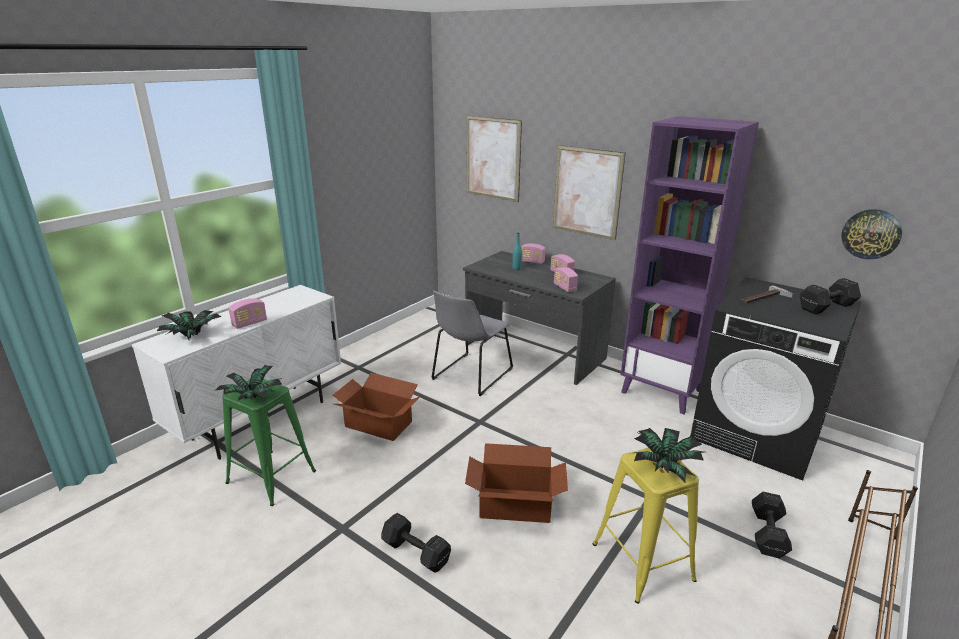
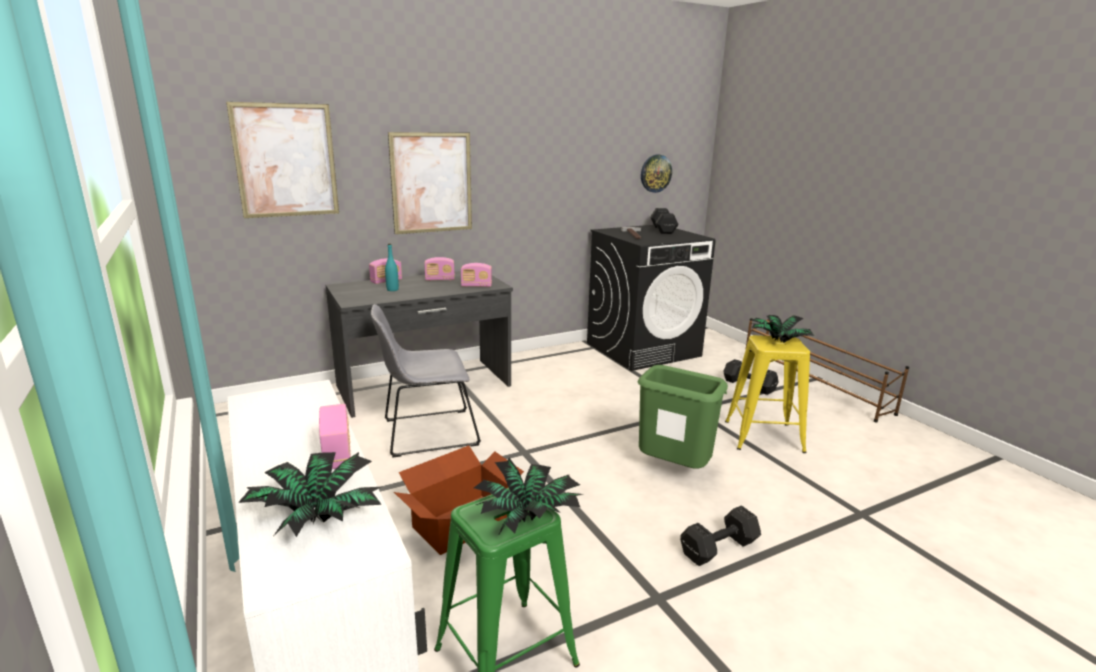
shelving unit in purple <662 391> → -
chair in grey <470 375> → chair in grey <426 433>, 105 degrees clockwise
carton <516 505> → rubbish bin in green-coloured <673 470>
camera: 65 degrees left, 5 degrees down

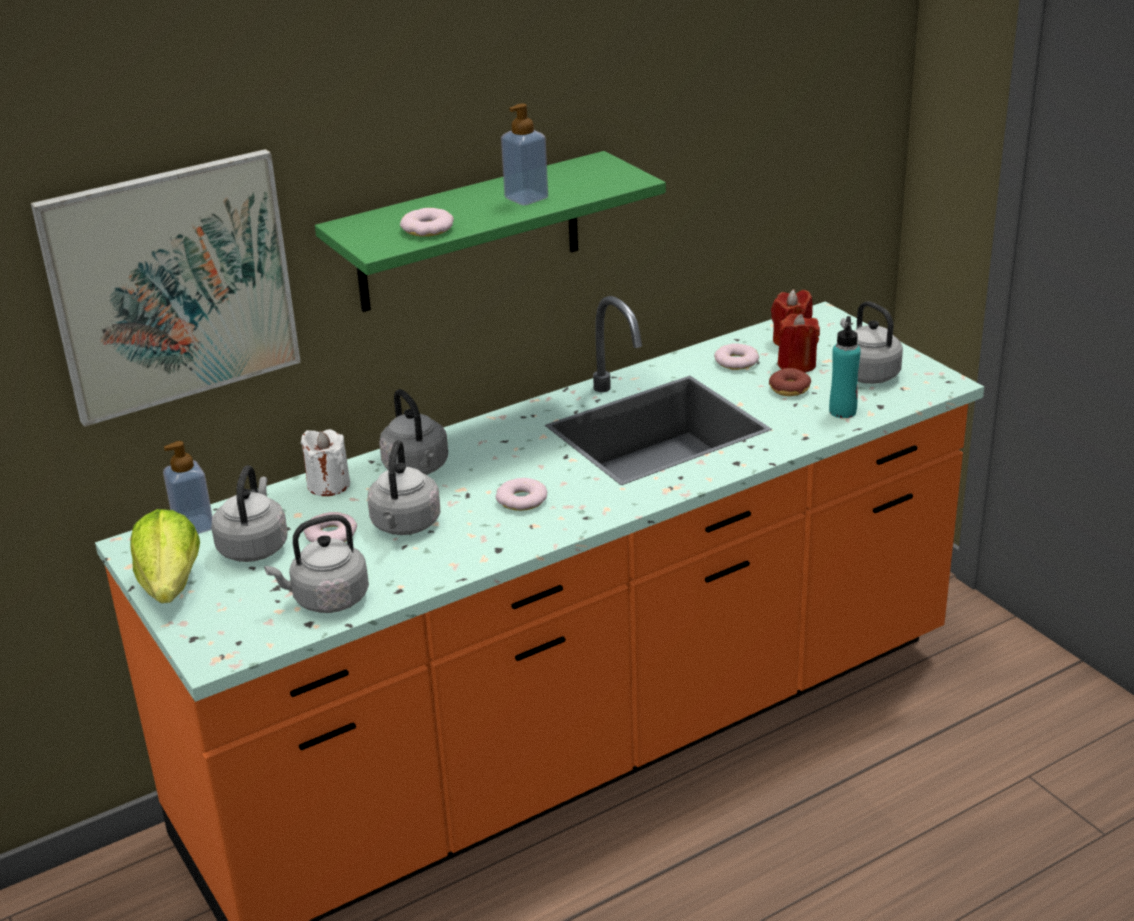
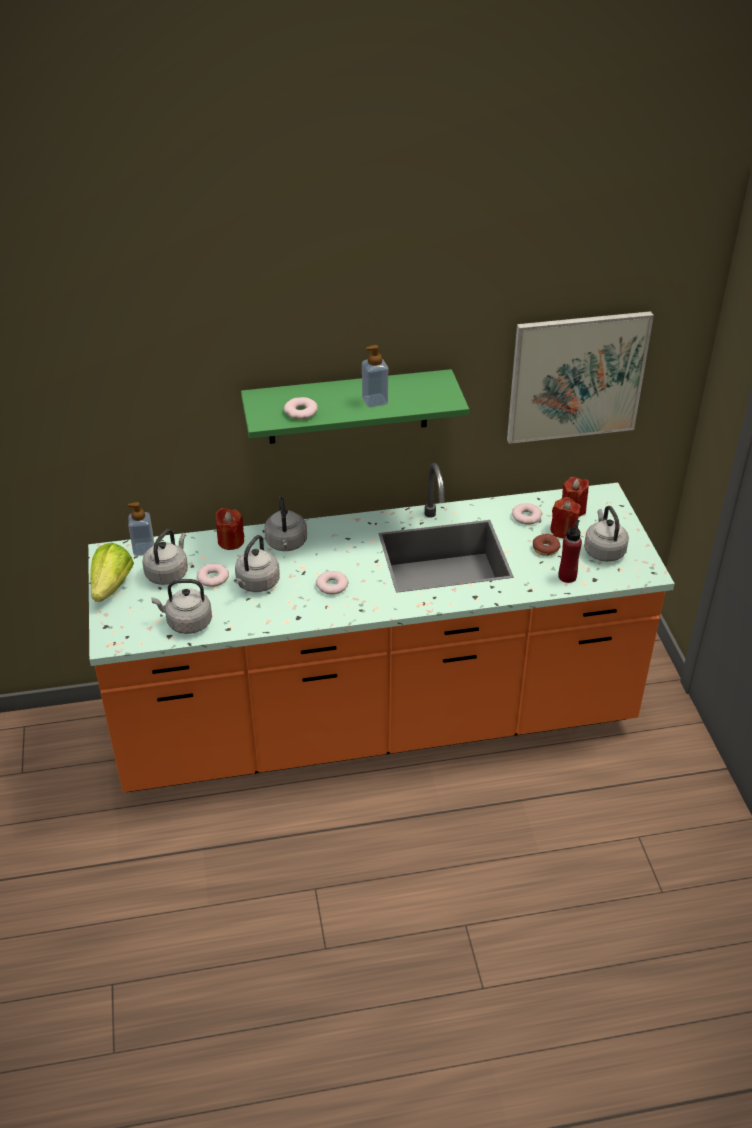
wall art <172 285> → wall art <576 377>, moved
beverage bottle in turquoise <842 411> → beverage bottle in red-coloured <567 576>
wax light in white <328 485> → wax light in red-coloured <231 541>
camera: 20 degrees right, 10 degrees up

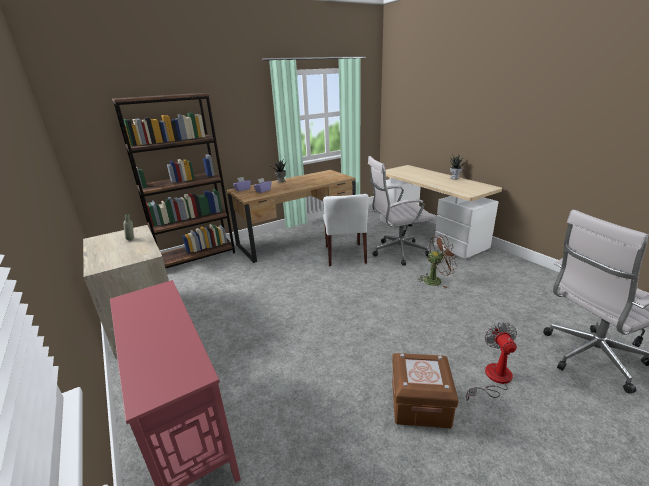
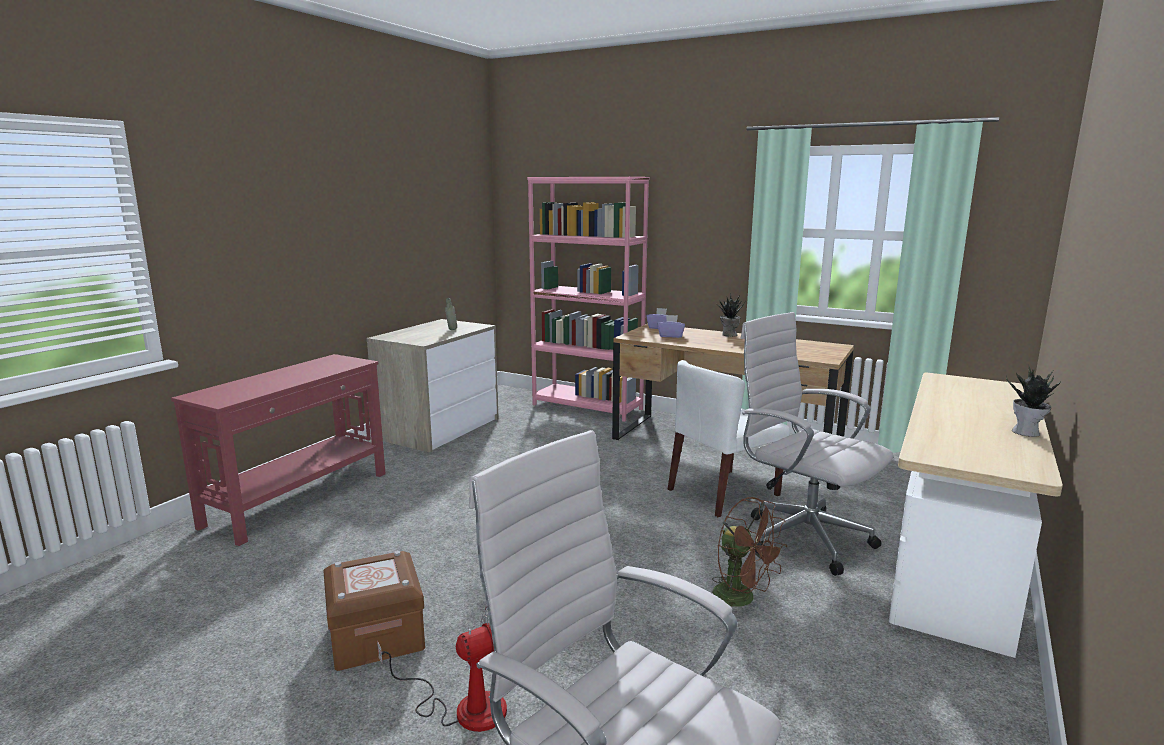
shelving unit in brown-coloured <197 257> → shelving unit in pink-coloured <587 407>
camera: 60 degrees right, 10 degrees down

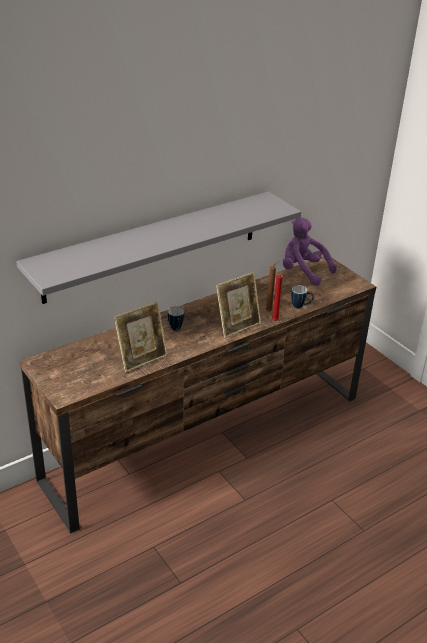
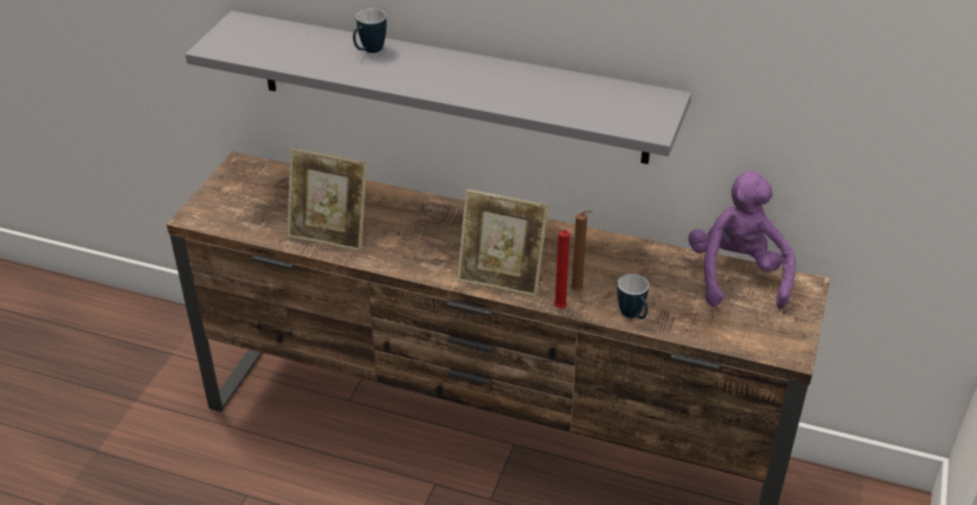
coffee mug <176 330> → coffee mug <369 51>, moved
camera: 55 degrees right, 5 degrees up

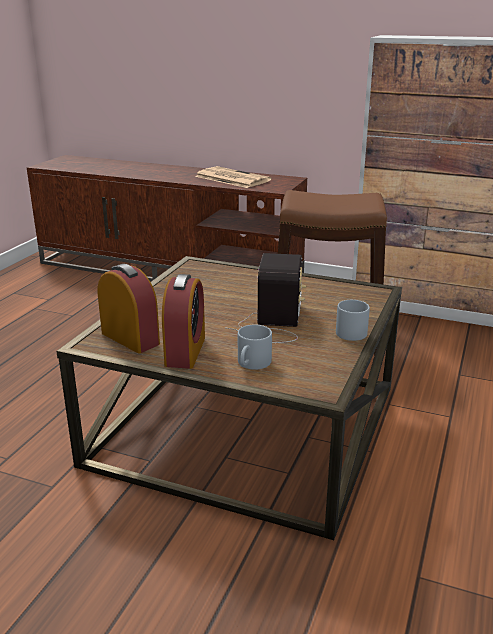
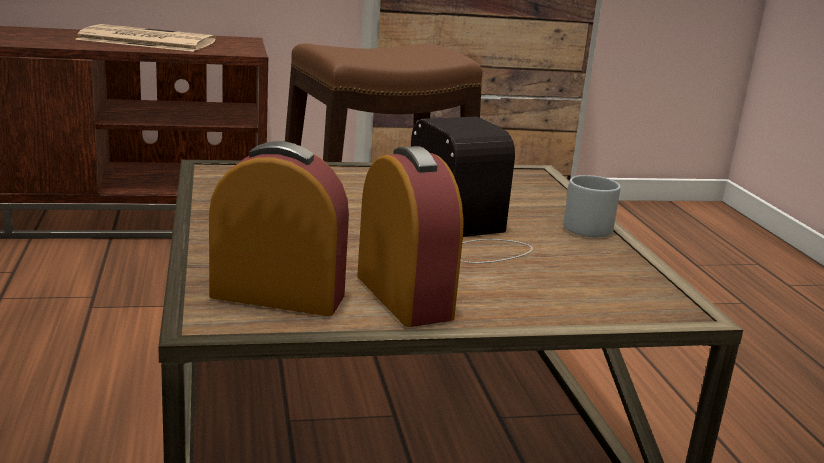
coffee mug in grey <252 364> → -
camera: 35 degrees left, 5 degrees down

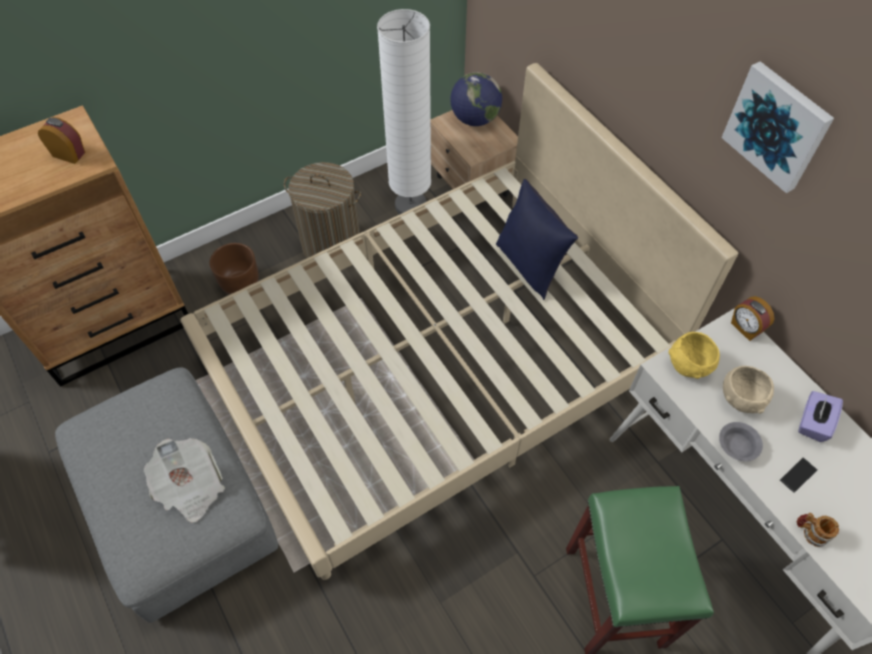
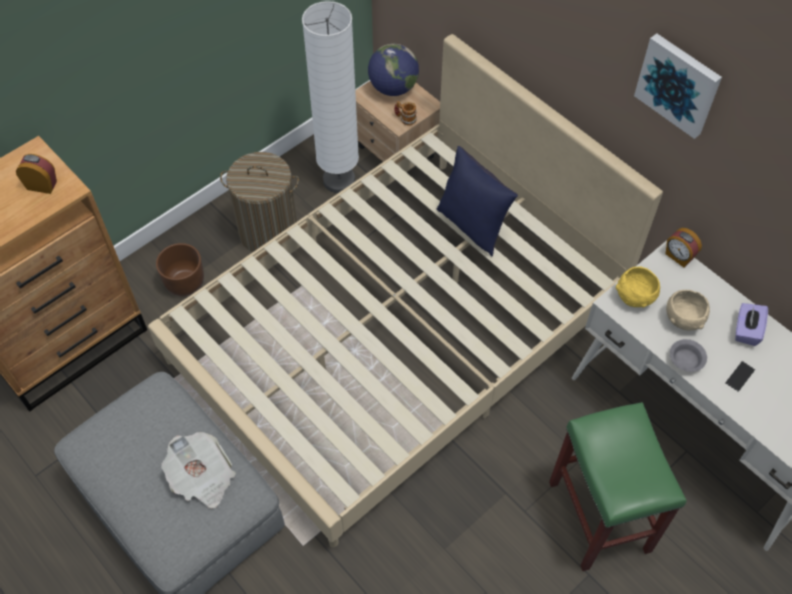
coffee mug <810 532> → coffee mug <405 119>, moved
camera: 10 degrees left, 0 degrees up

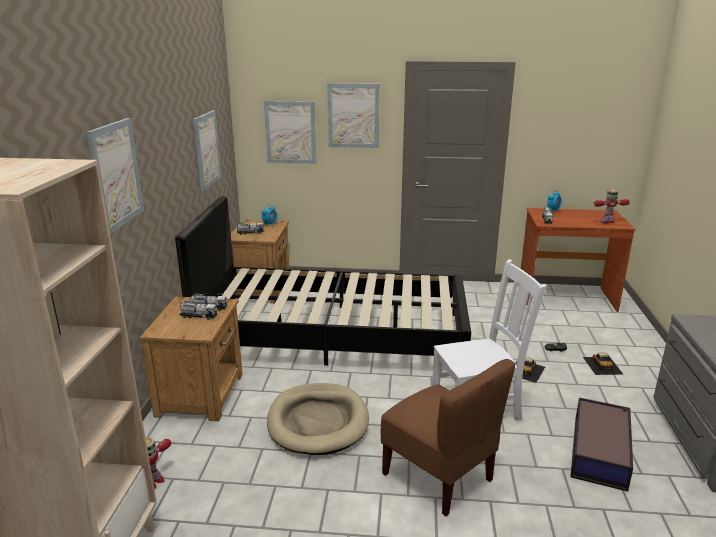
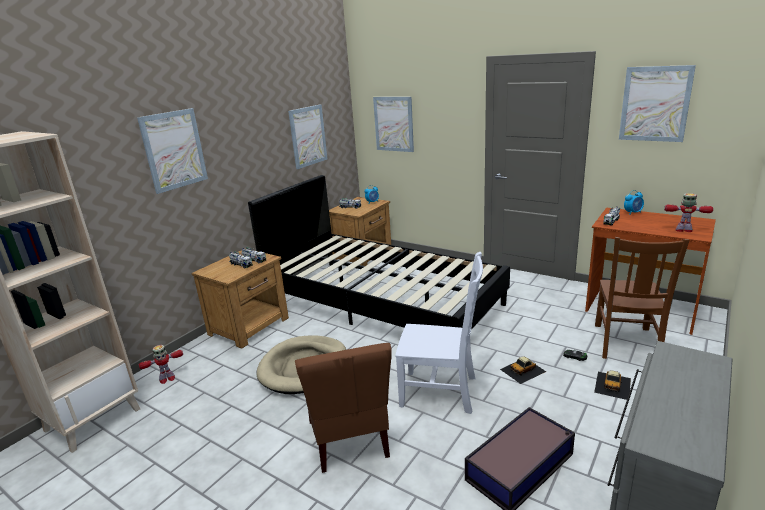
wall art <353 115> → wall art <655 104>, moved
- → chair in brown-coloured <626 344>
camera: 30 degrees right, 0 degrees up

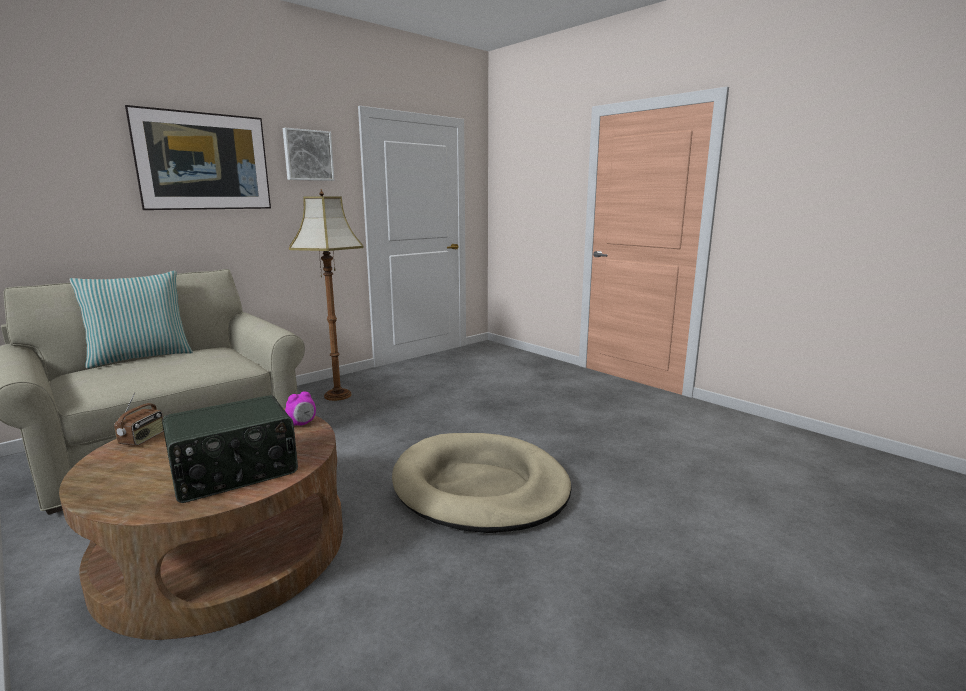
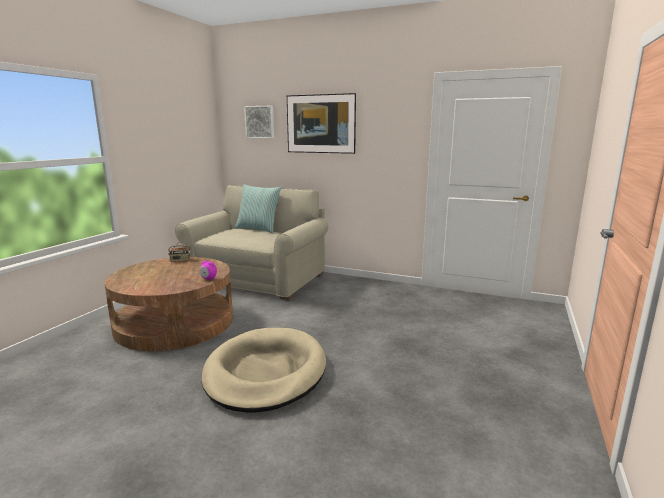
wall art <308 155> → wall art <260 122>, moved
floor lamp <339 395> → -
radio set <235 472> → -
camera: 65 degrees right, 0 degrees up

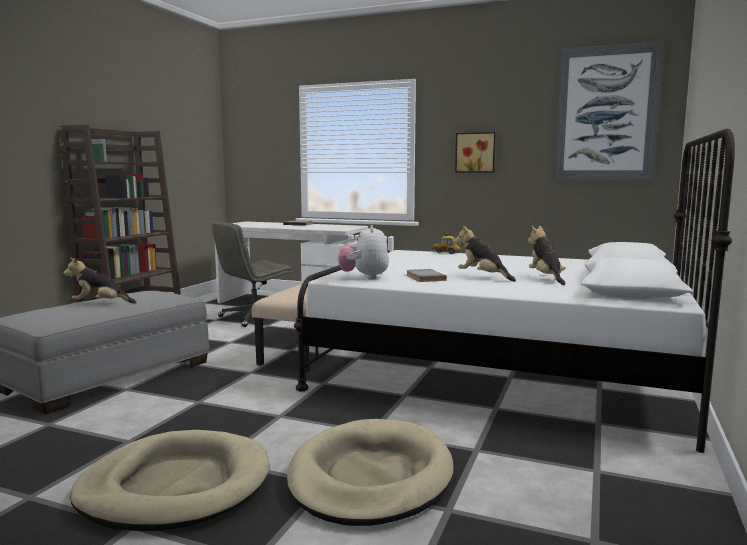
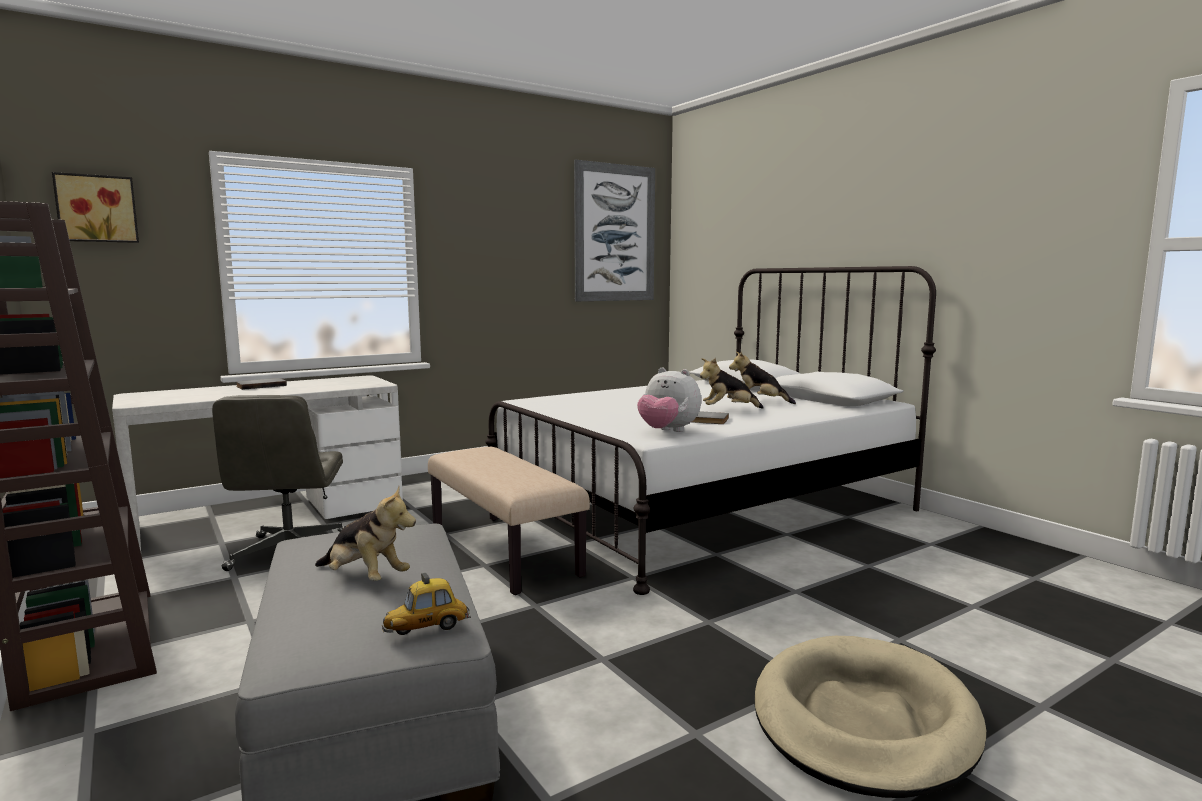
wall art <475 152> → wall art <97 209>, moved
miniature car <446 253> → miniature car <427 628>, moved
plush toy <100 304> → plush toy <365 578>, 90 degrees counterclockwise
dog bed in sand-coloured <370 477> → -
camera: 55 degrees left, 0 degrees up

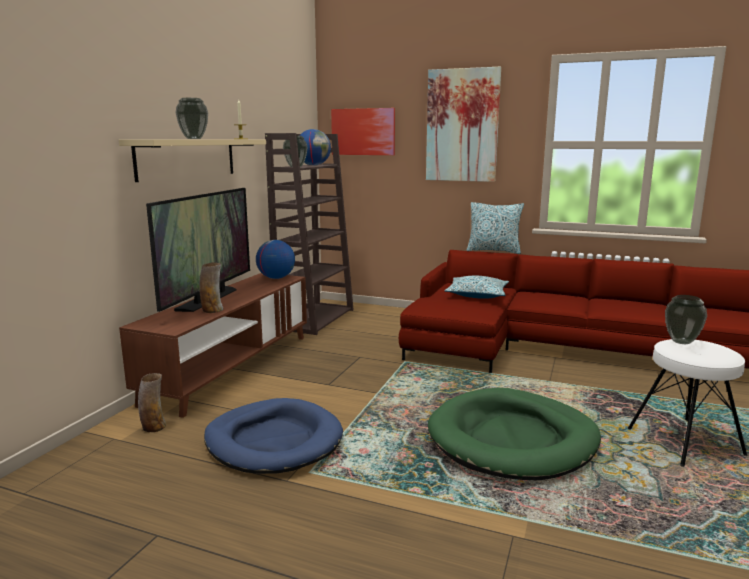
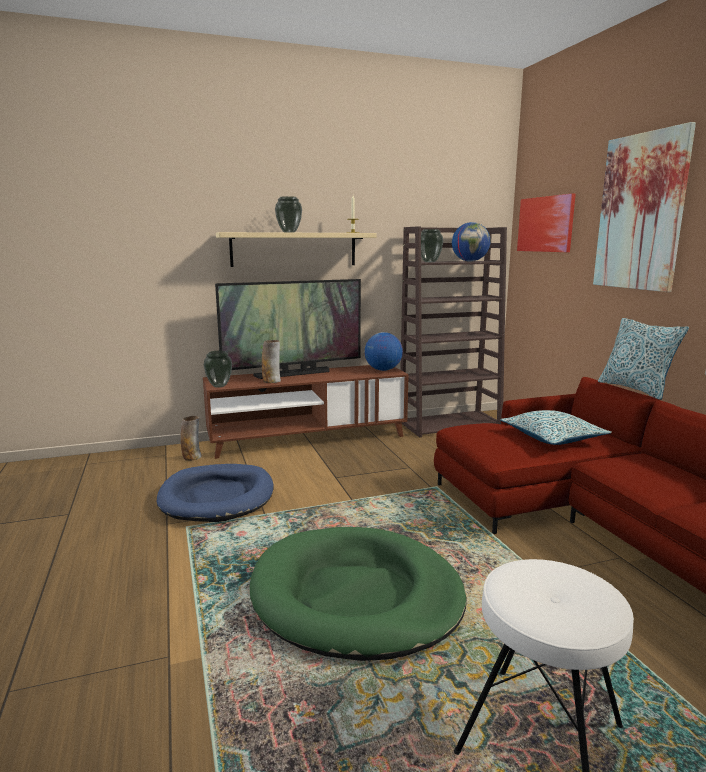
vase <681 341> → vase <219 386>, moved
camera: 50 degrees right, 0 degrees up

